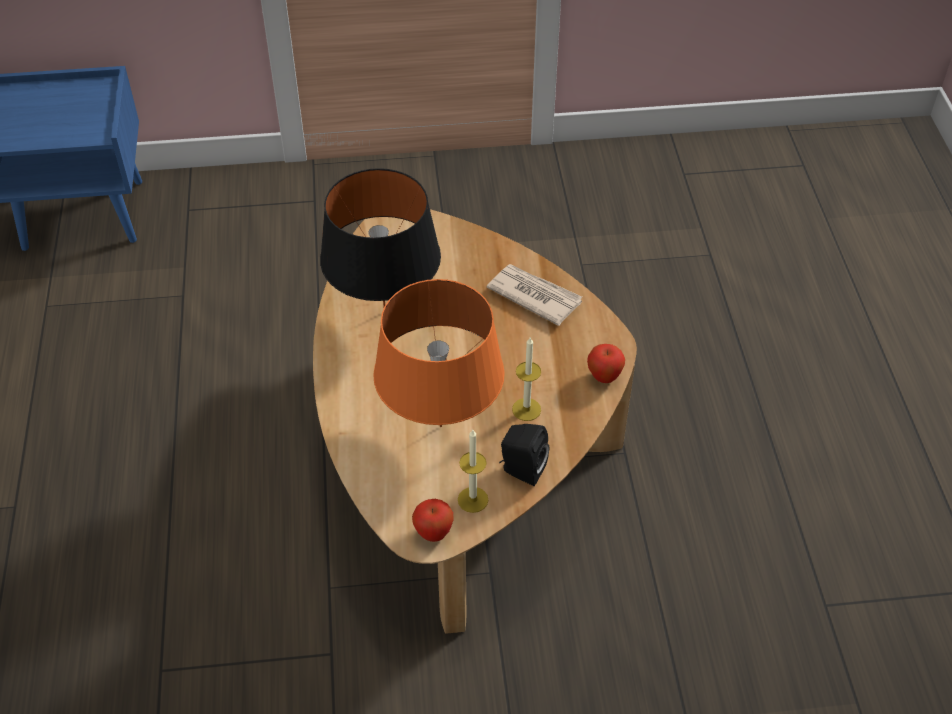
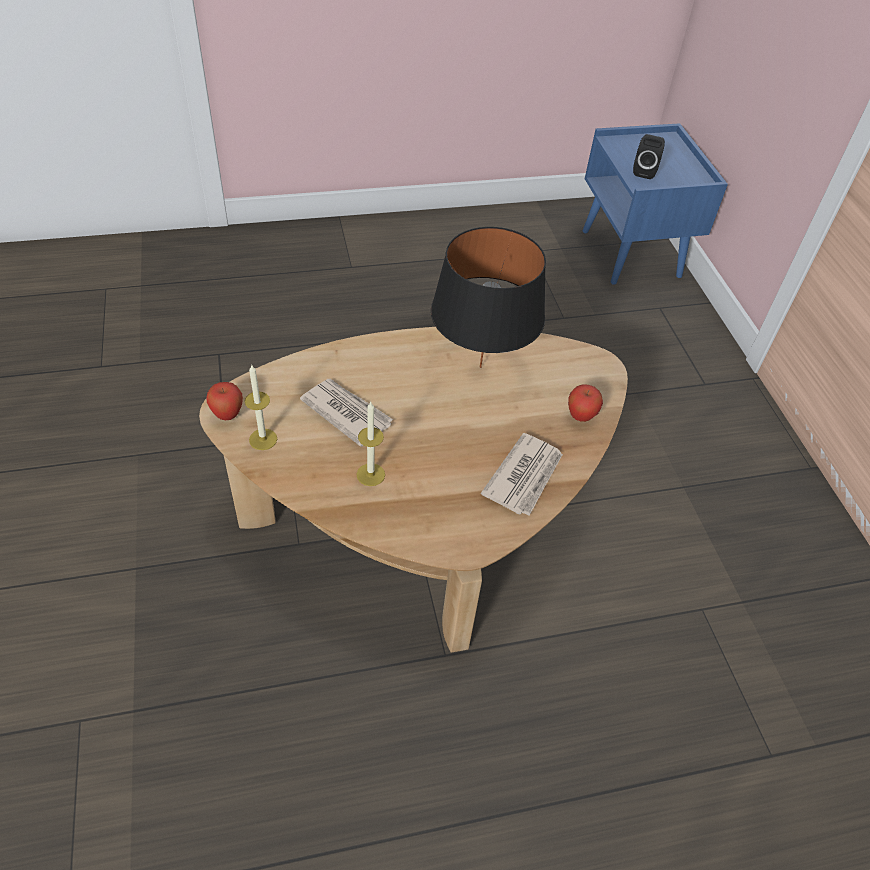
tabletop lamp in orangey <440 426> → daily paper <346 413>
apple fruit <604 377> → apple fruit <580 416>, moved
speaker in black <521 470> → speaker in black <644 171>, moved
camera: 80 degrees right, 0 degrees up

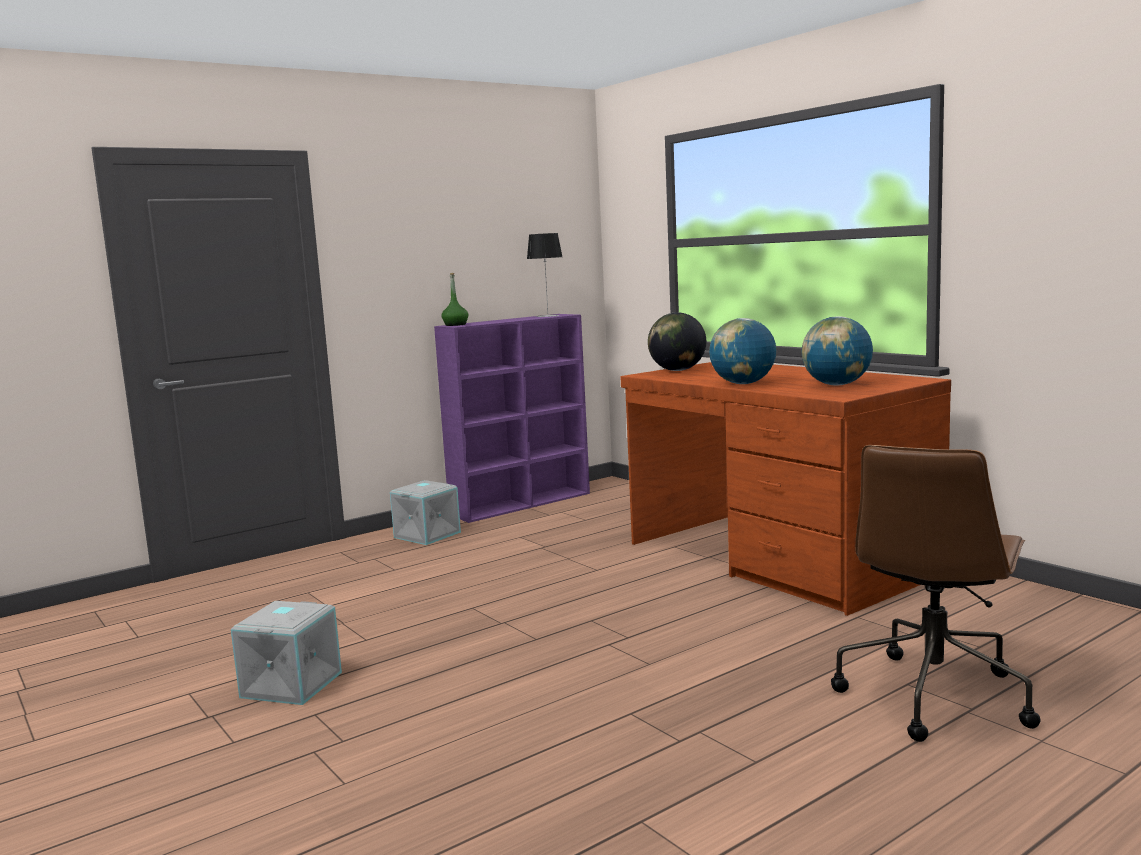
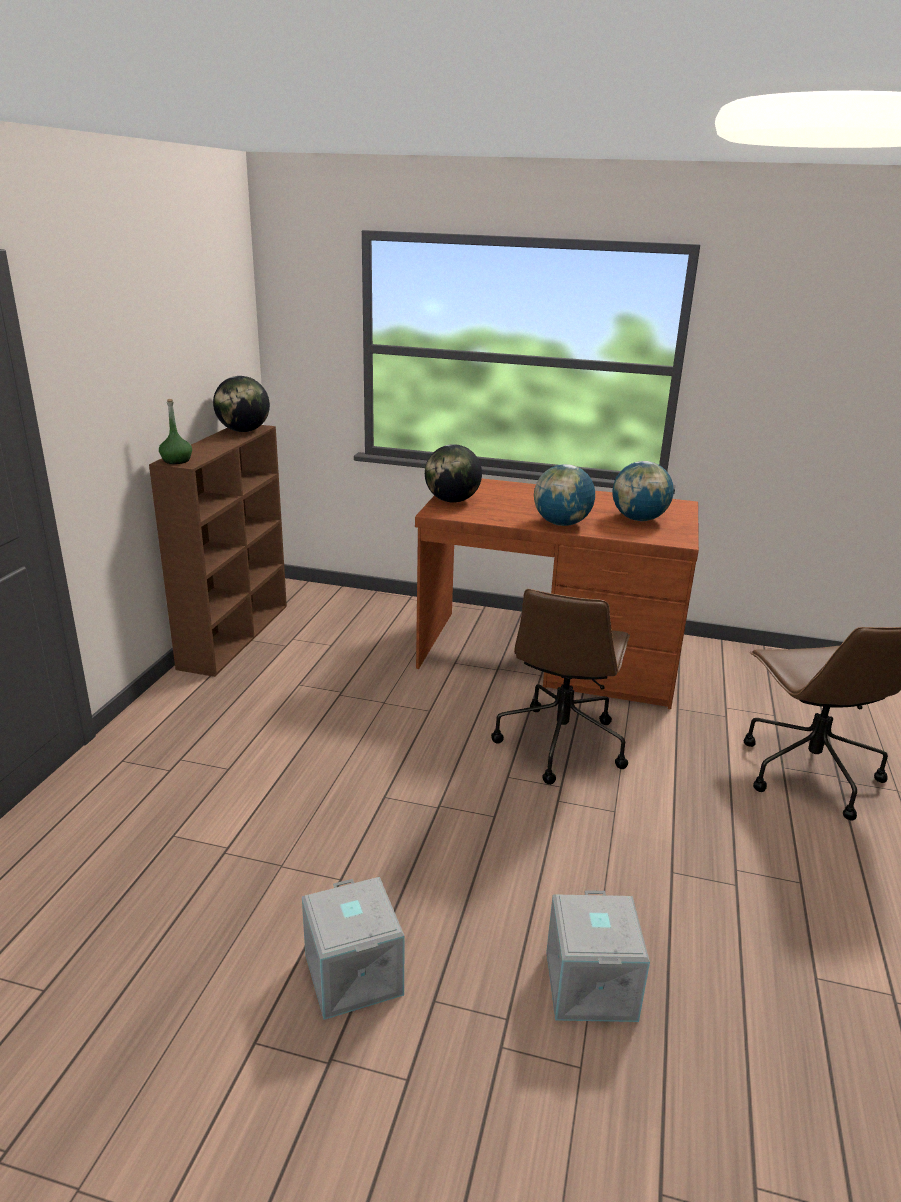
tabletop lamp <548 316> → globe <243 431>
shelving unit in purple <522 503> → shelving unit in brown-coloured <235 635>
storage box in grey <427 534> → storage box in grey <588 985>, moved
- → computer chair in brown-coloured <560 742>
camera: 40 degrees left, 15 degrees up

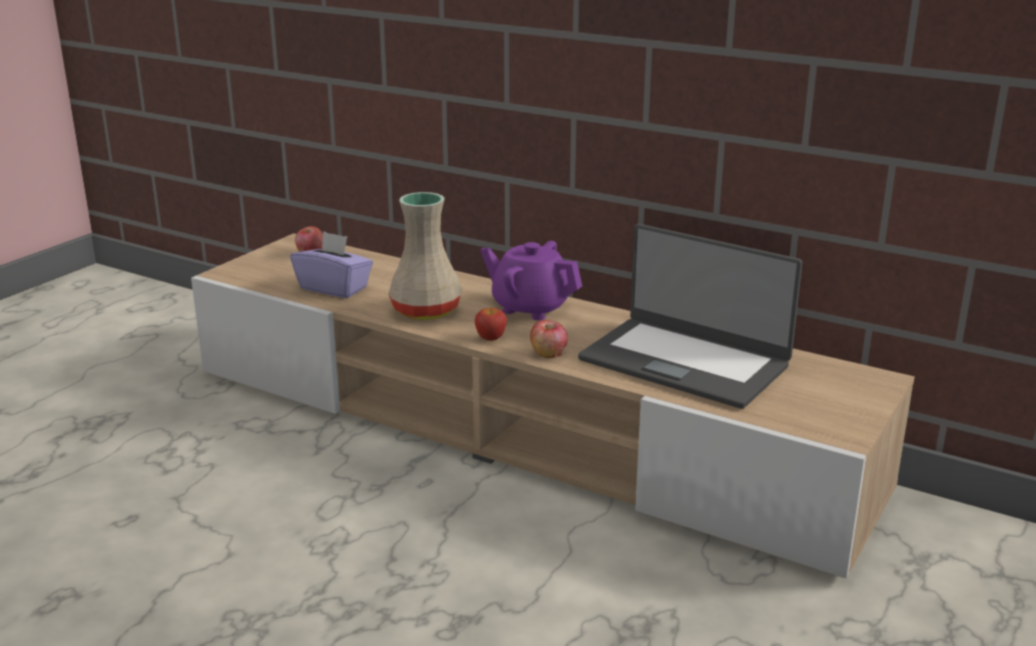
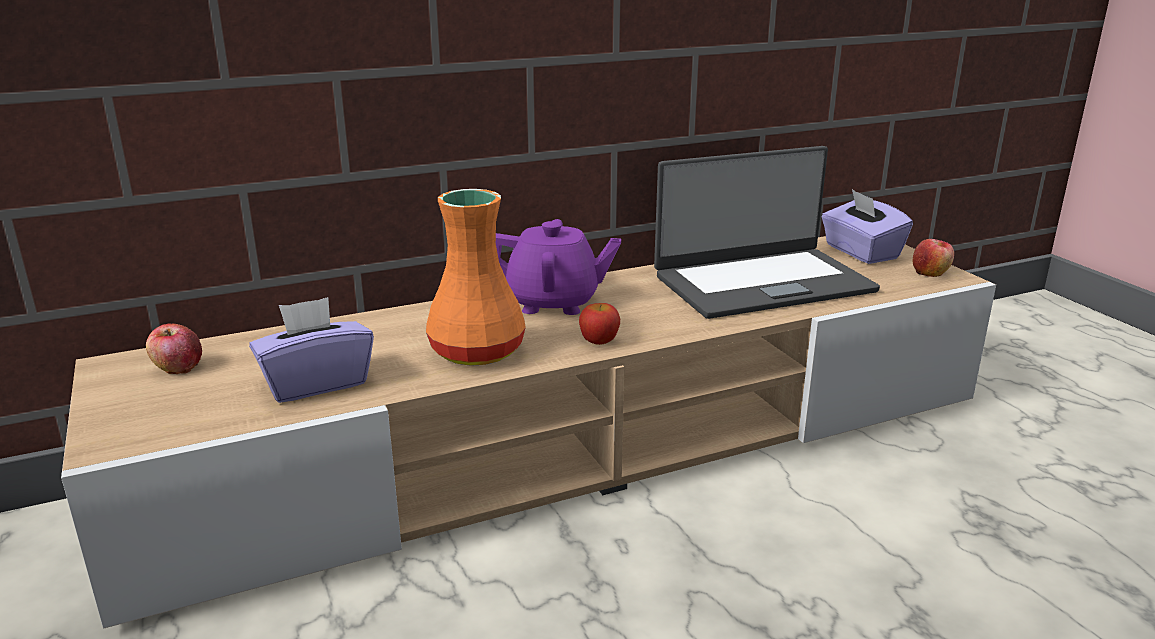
vase in sand-coloured <427 310> → vase in orangey <477 350>
teapot in purple <530 308> → teapot in purple <553 303>, 150 degrees counterclockwise
apple fruit <548 353> → apple fruit <930 273>, moved
- → tissue holder in purple <860 252>
camera: 55 degrees left, 0 degrees up

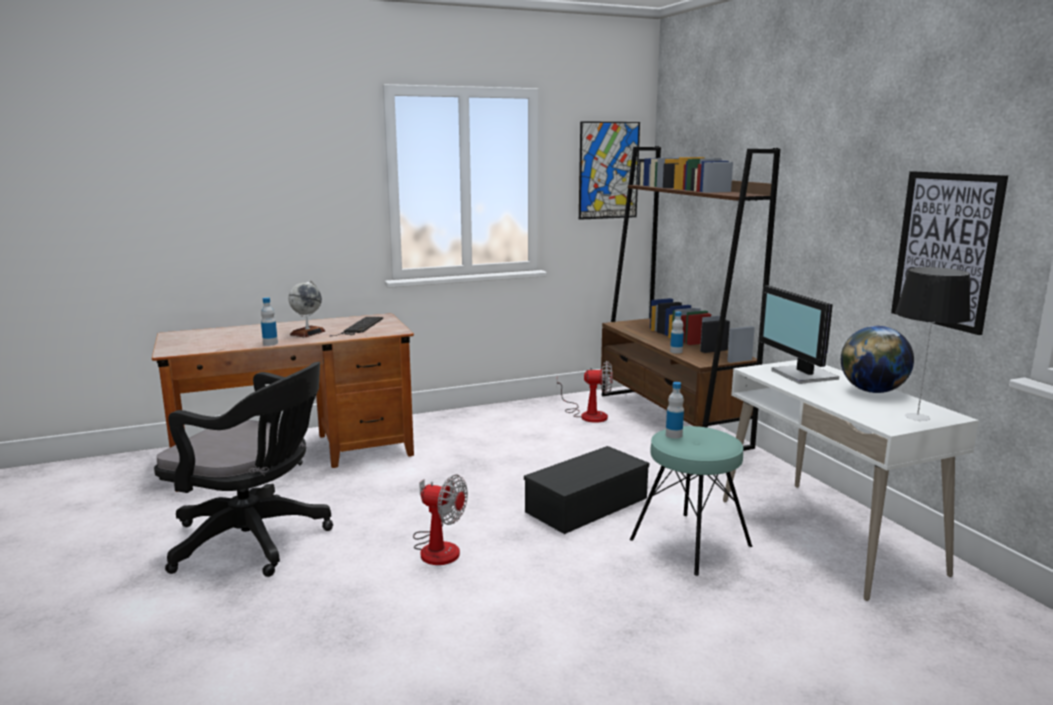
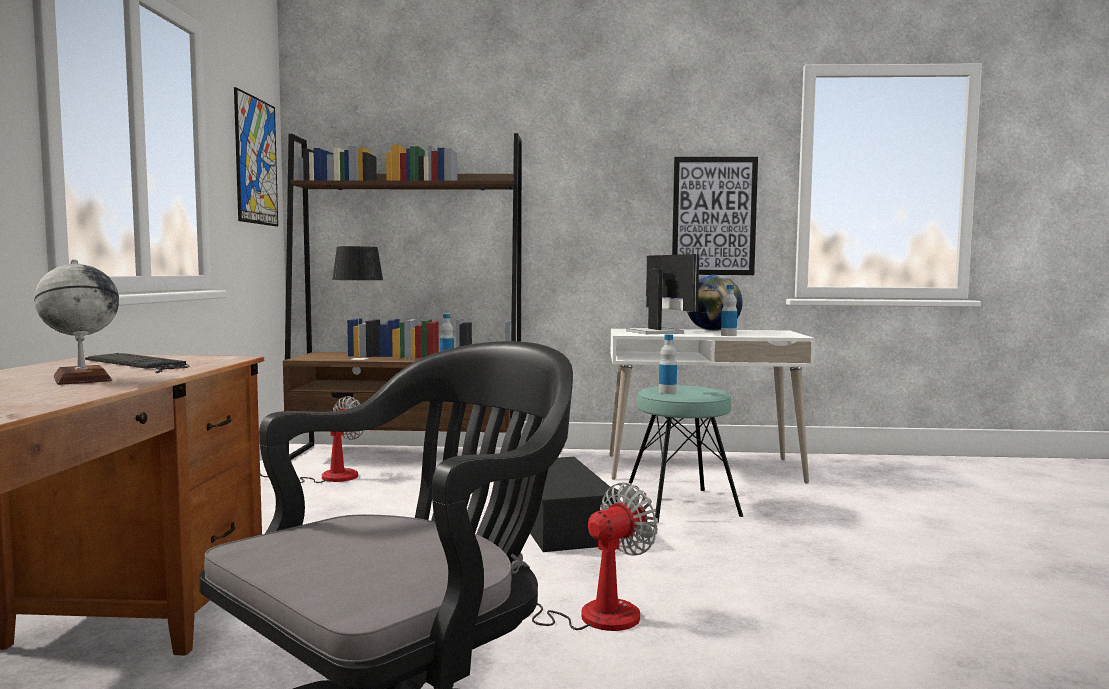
tabletop lamp <916 417> → tabletop lamp <358 359>, moved
monitor <802 375> → monitor <656 332>, 120 degrees counterclockwise
beverage bottle <270 343> → beverage bottle <728 335>, moved
camera: 65 degrees left, 10 degrees down

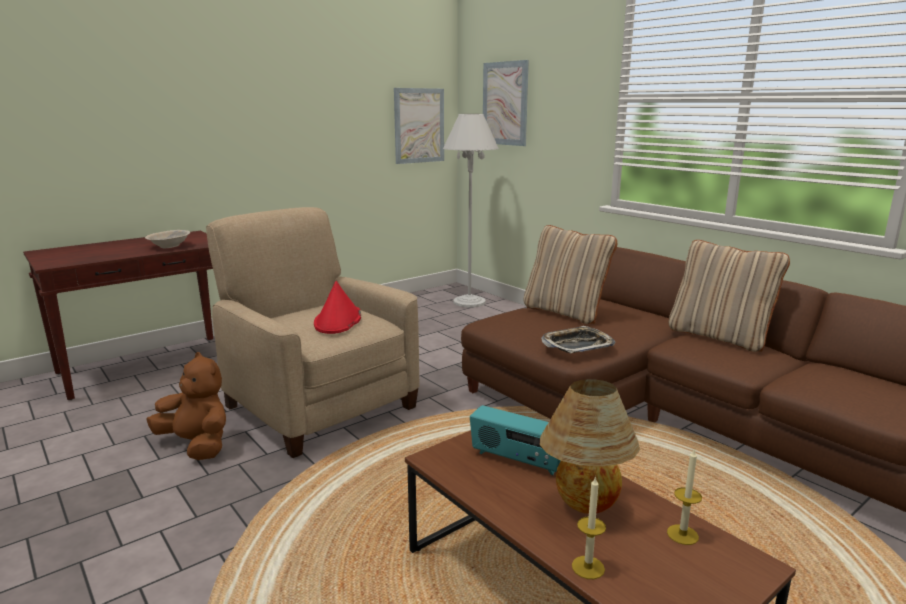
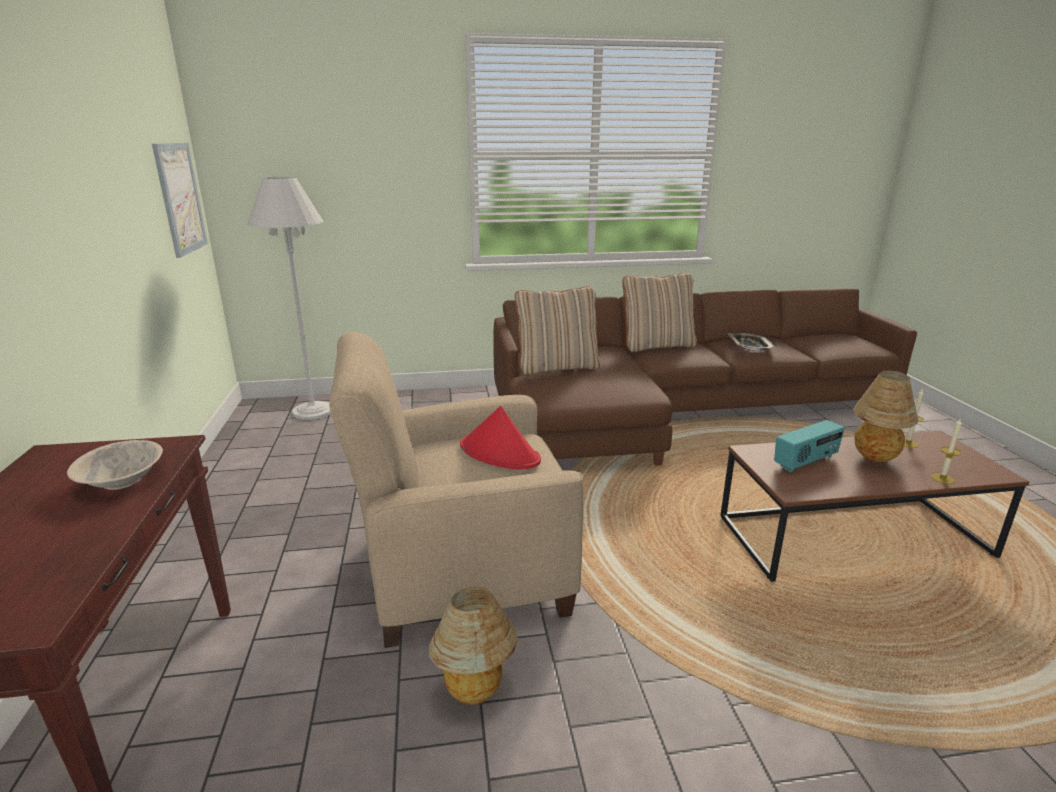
wall art <505 103> → -
carrying tray <577 345> → carrying tray <749 345>, moved
plush toy in brown-coloured <197 445> → tabletop lamp <476 693>
camera: 60 degrees left, 5 degrees up

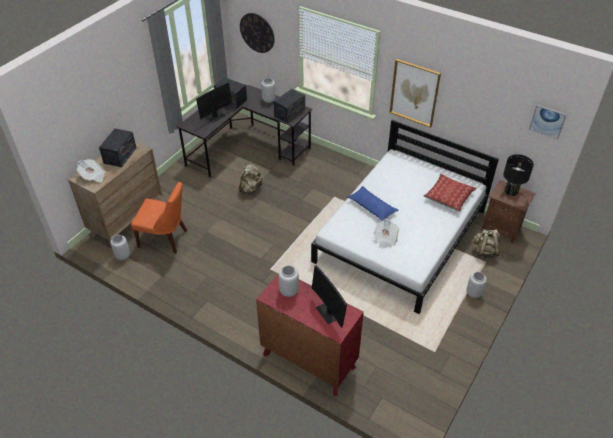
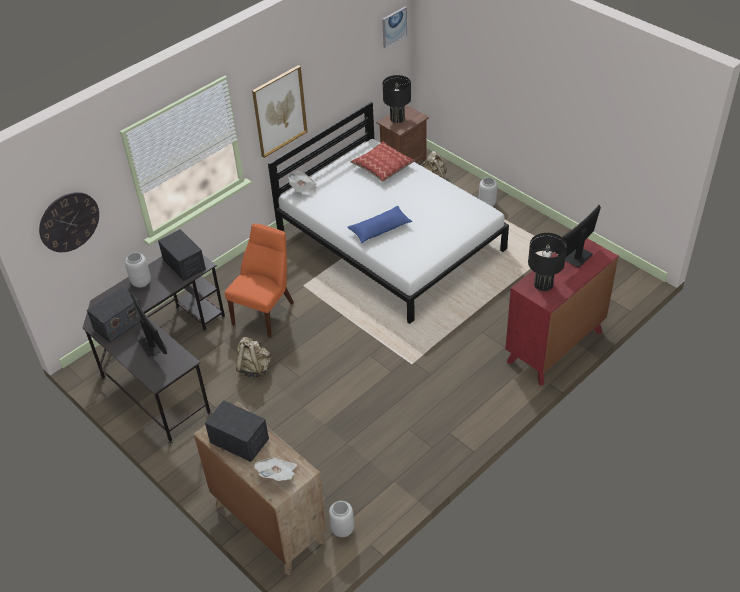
chair in orangey <165 239> → chair in orangey <265 311>, moved
daily paper <385 239> → daily paper <304 190>, moved
vase in grey <289 291> → tabletop lamp in black <543 284>
monitor <329 312> → monitor <577 257>, 150 degrees clockwise
camera: 75 degrees left, 0 degrees up

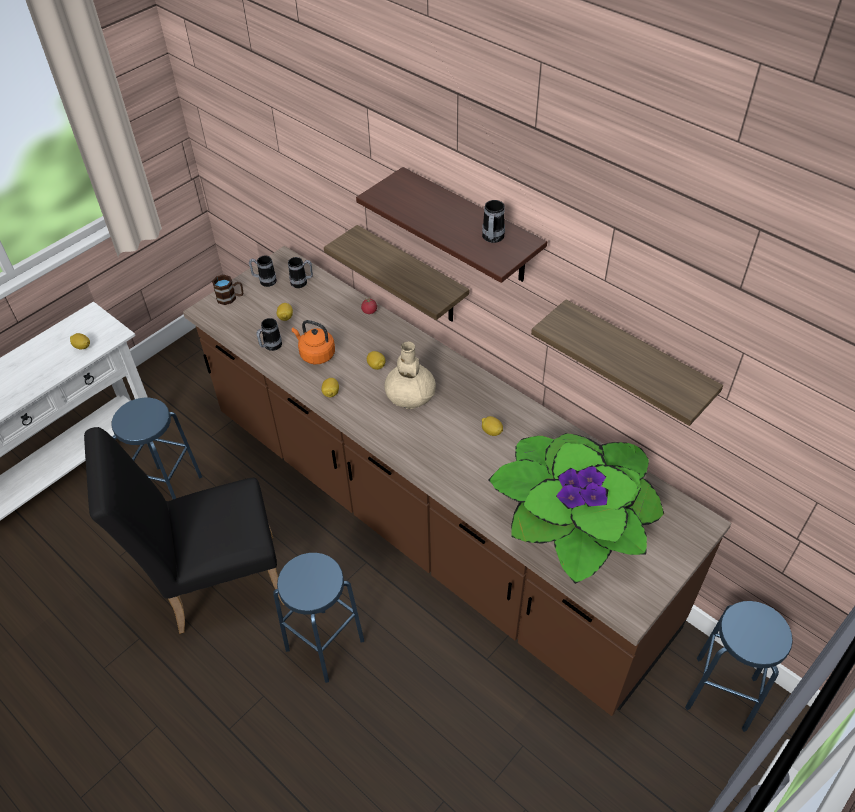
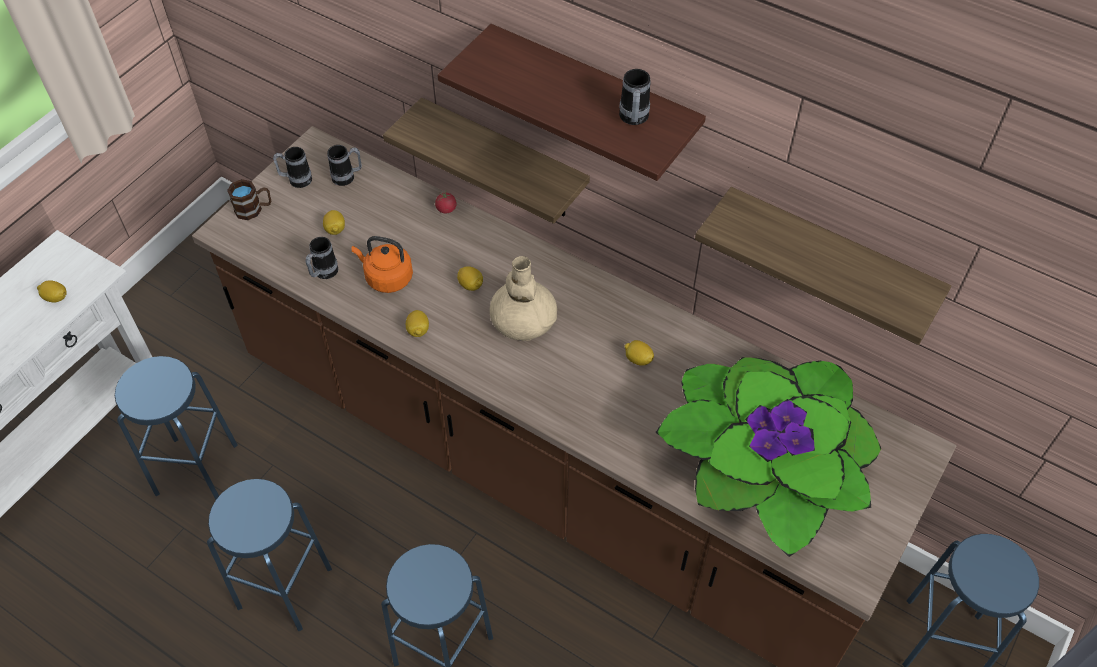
chair in black <216 583> → stool seat in blue-coloured <284 587>
camera: 10 degrees left, 5 degrees up

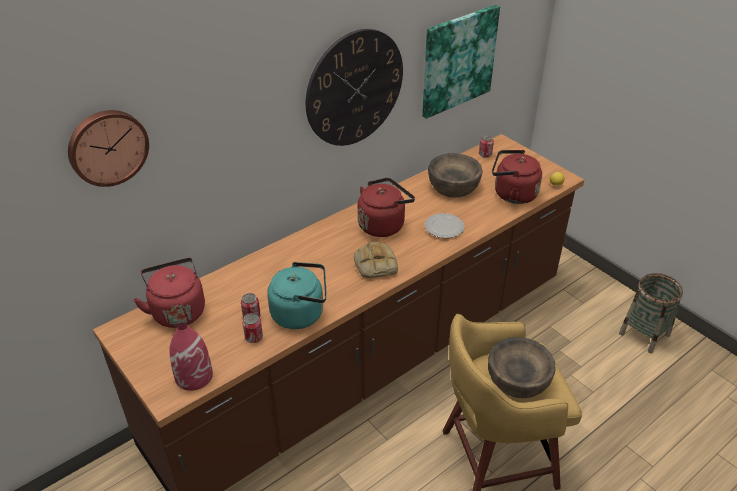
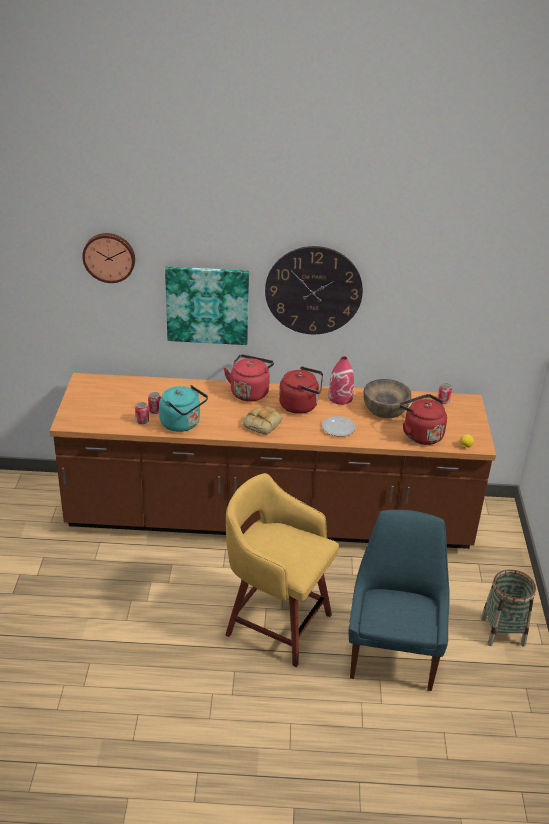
wall art <458 60> → wall art <207 305>, moved
tea kettle in red-coloured <177 310> → tea kettle in red-coloured <250 392>, moved
vase in red-coloured <194 376> → vase in red-coloured <340 398>, moved
deep dish in brown-coloured <518 379> → -
- → chair in blue-coloured <393 653>
camera: 40 degrees right, 5 degrees down

